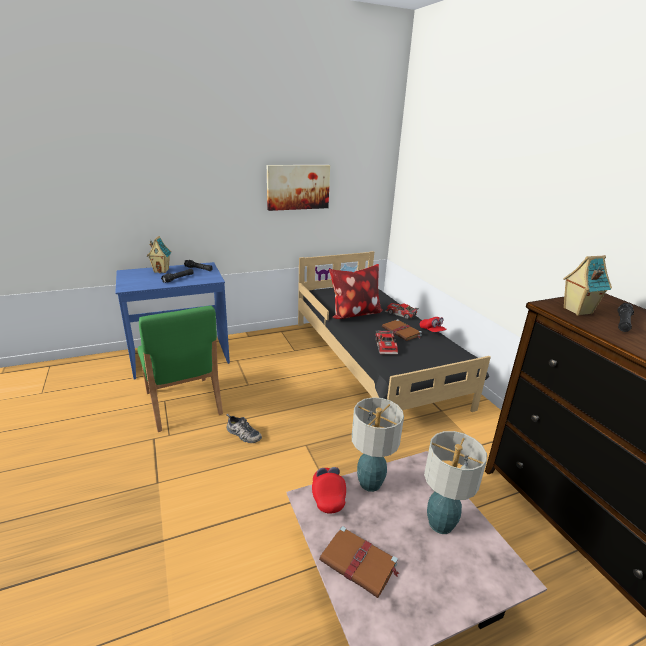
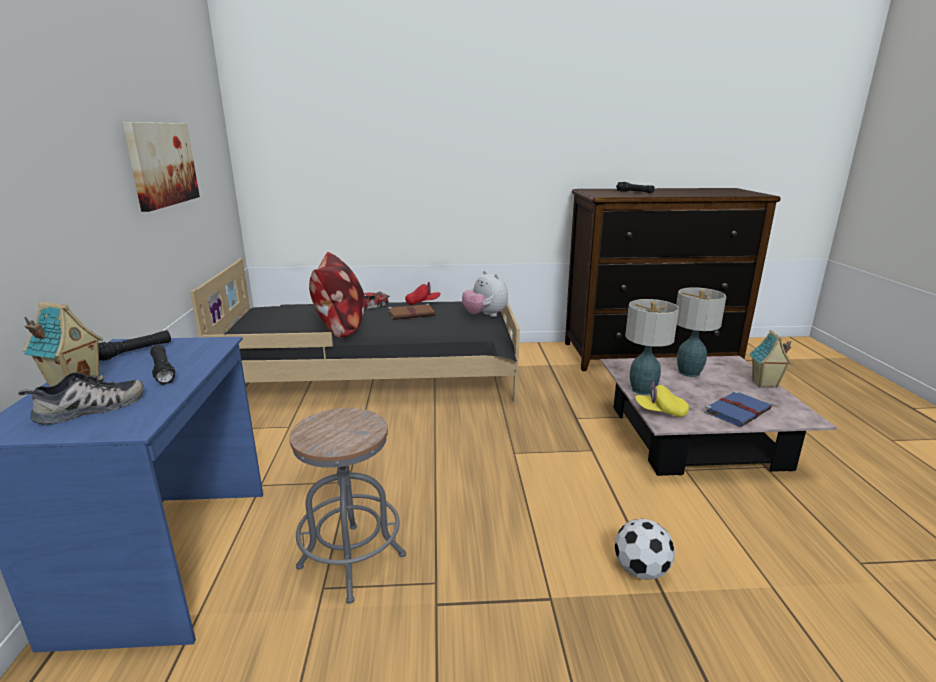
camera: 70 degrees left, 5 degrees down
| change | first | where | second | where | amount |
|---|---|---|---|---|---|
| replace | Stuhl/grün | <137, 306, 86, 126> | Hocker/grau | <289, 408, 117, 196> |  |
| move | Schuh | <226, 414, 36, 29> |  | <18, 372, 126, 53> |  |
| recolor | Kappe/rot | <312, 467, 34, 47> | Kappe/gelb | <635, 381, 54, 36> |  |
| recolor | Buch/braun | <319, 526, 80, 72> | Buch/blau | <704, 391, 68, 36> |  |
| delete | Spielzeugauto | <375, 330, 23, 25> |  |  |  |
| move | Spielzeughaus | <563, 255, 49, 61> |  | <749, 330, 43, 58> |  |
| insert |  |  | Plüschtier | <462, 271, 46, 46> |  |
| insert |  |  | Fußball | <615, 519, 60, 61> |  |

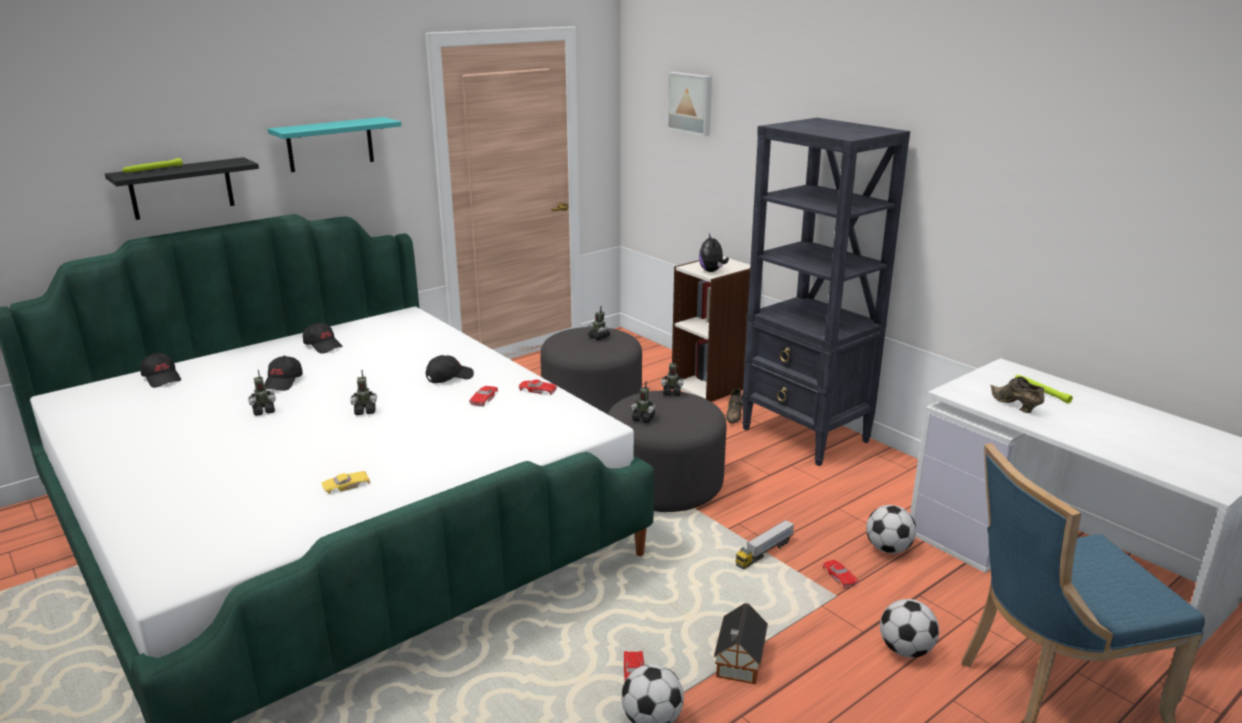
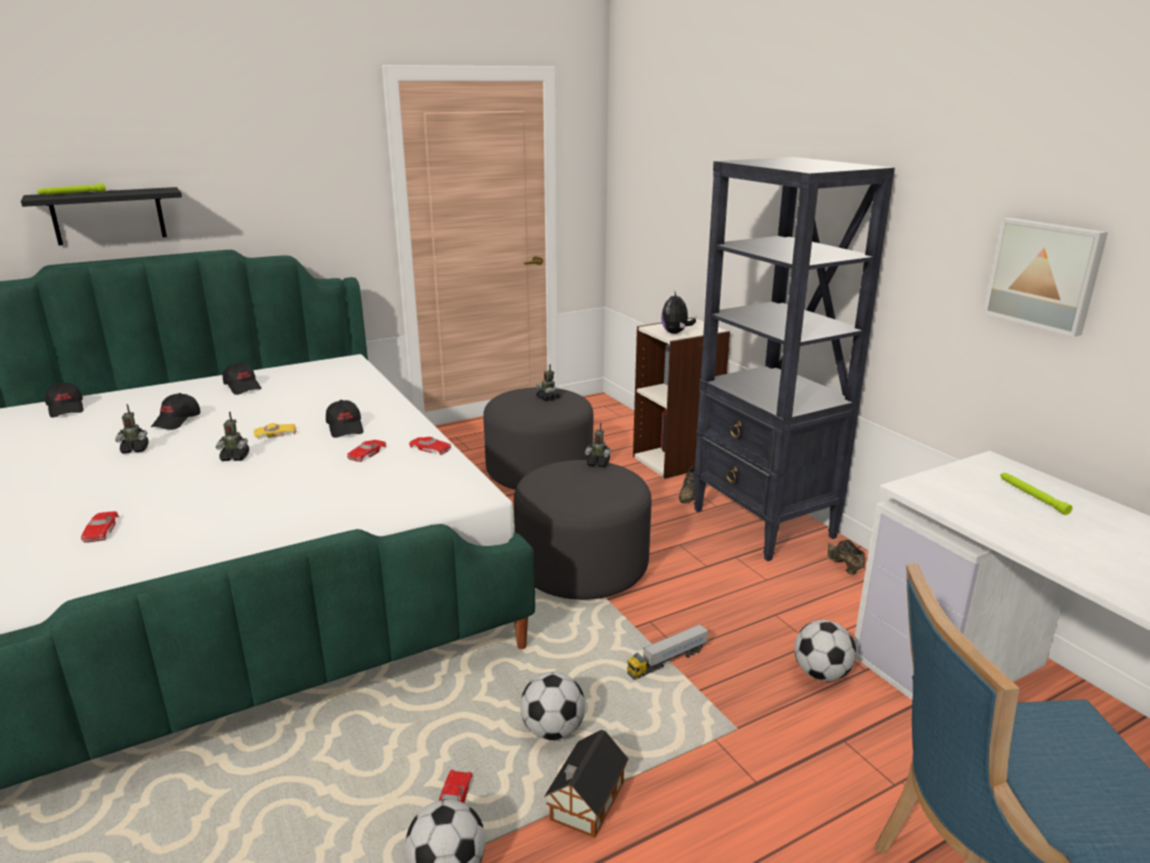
camera: 10 degrees right, 0 degrees up
| change | first | where | second | where | amount |
|---|---|---|---|---|---|
| delete | Wandregal/türkis | <268, 117, 133, 55> |  |  |  |
| move | Spielzeugauto/gelb | <322, 471, 49, 23> |  | <254, 423, 42, 15> |  |
| rotate | Kappe/schwarz | <426, 355, 48, 28> |  | <326, 400, 38, 38> | 90 degrees clockwise |
| delete | Spielzeugroboter | <631, 381, 25, 42> |  |  |  |
| move | Bild | <667, 72, 45, 64> |  | <983, 218, 125, 119> |  |
| move | Spielzeugauto/rot | <823, 560, 35, 28> |  | <81, 511, 38, 31> |  |
| move | Fußball | <880, 599, 59, 59> |  | <520, 672, 65, 68> |  |
| move | Schuh/braun | <991, 376, 53, 37> |  | <828, 540, 37, 35> |  |

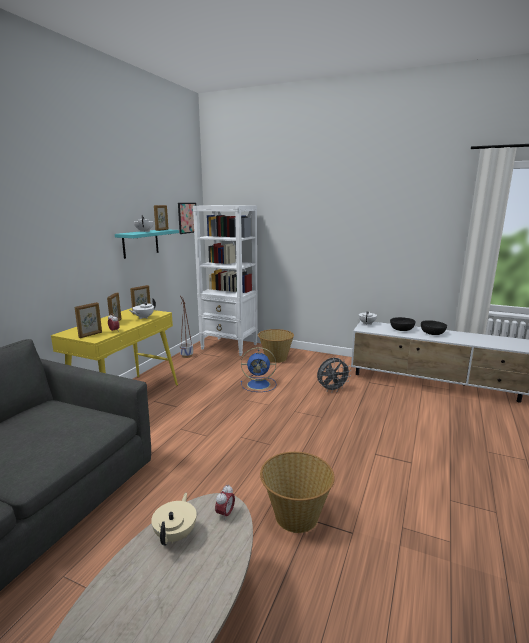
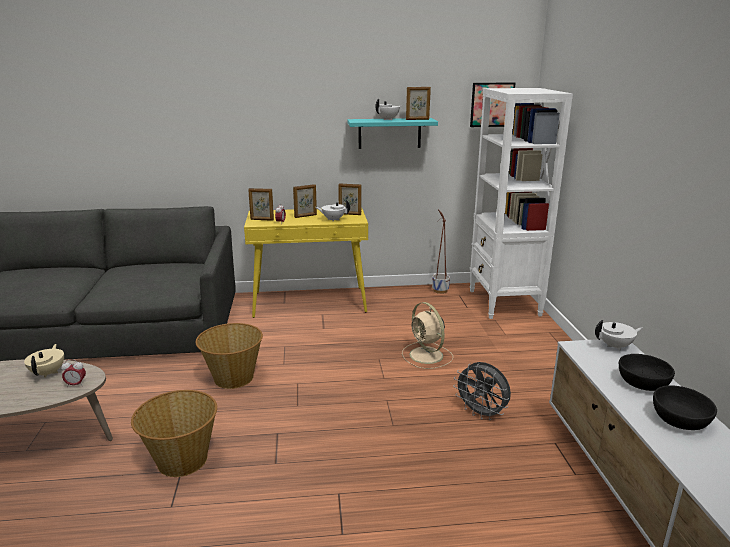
camera: 60 degrees right, 5 degrees up
| change | first | where | second | where | amount |
|---|---|---|---|---|---|
| rotate | Teekanne/beige | <151, 493, 46, 53> |  | <24, 344, 40, 34> | 75 degrees counterclockwise |
| recolor | Ventilator/blau | <241, 347, 35, 45> | Ventilator/beige | <402, 302, 51, 67> |  |
| move | Korb | <258, 329, 36, 34> |  | <196, 323, 67, 66> |  |

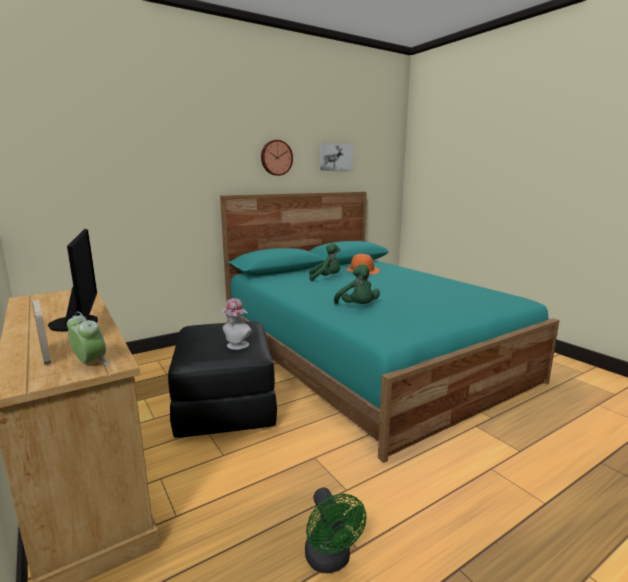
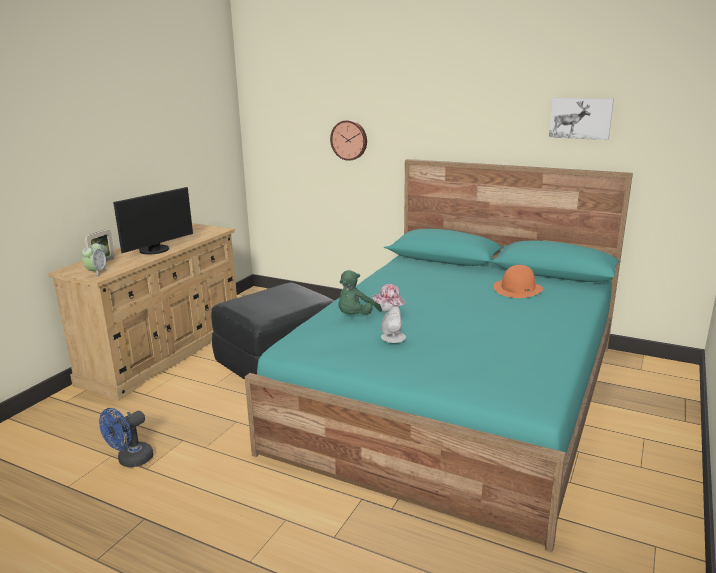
camera: 60 degrees right, 5 degrees up
| change | first | where | second | where | amount |
|---|---|---|---|---|---|
| move | Hut | <220, 298, 32, 52> |  | <372, 284, 34, 59> |  |
| move | Wanduhr | <261, 140, 32, 36> |  | <330, 120, 37, 41> |  |
| recolor | Ventilator/grün | <305, 487, 61, 87> | Ventilator/blau | <99, 408, 55, 60> |  |
| delete | Plüschtier/grün | <309, 243, 32, 38> |  |  |  |

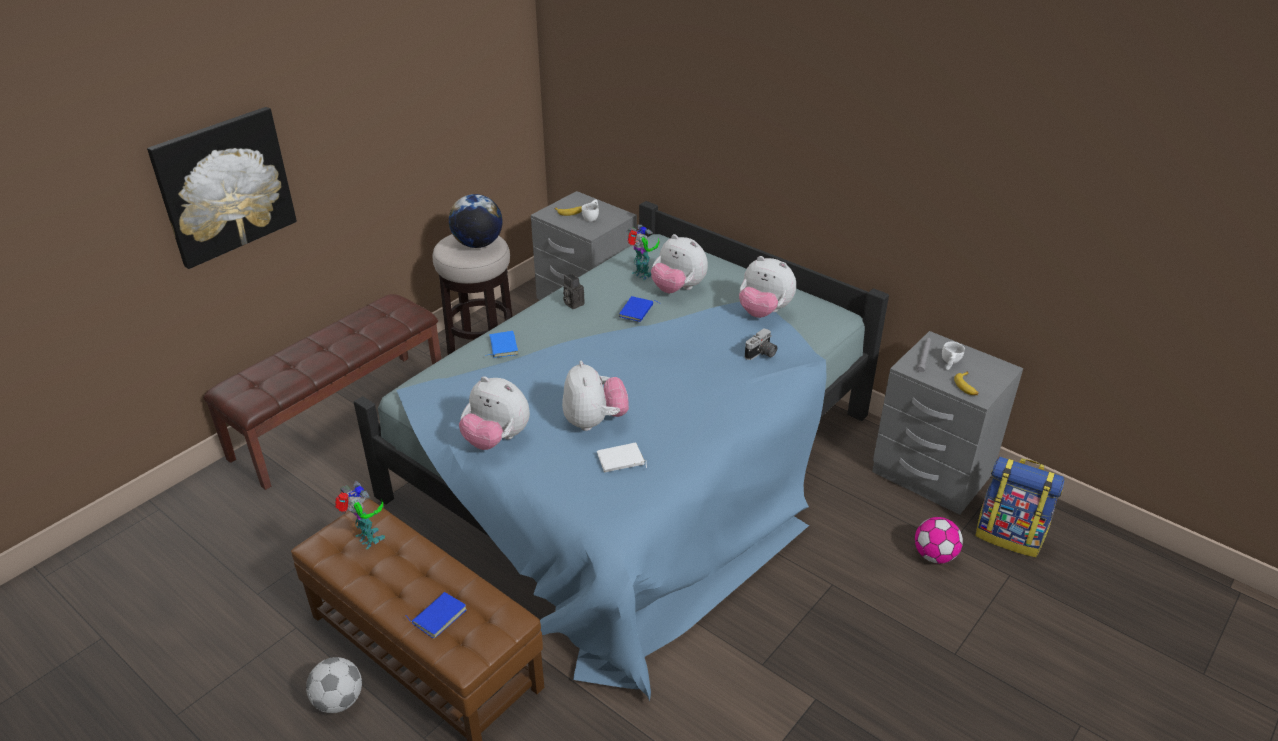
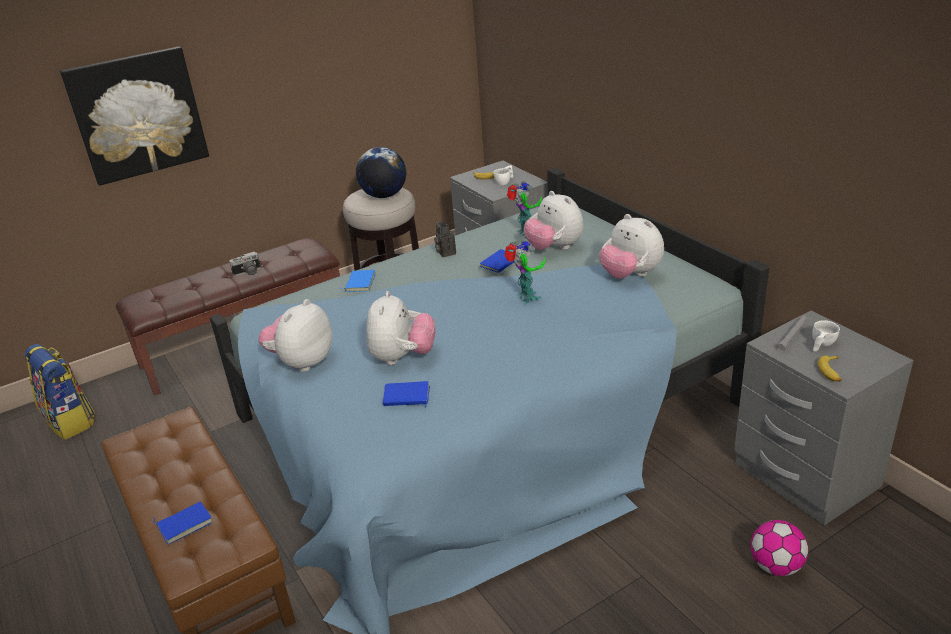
camera: 20 degrees right, 5 degrees down
| change | first | where | second | where | amount |
|---|---|---|---|---|---|
| delete | Fußball | <306, 657, 56, 56> |  |  |  |
| move | Spielzeugroboter | <335, 481, 50, 68> |  | <504, 239, 41, 65> |  |
| rotate | Plüschtier | <459, 376, 71, 74> |  | <258, 299, 74, 73> | 75 degrees clockwise |
| recolor | Buch/weiß | <597, 443, 50, 29> | Buch/blau | <383, 381, 47, 26> |  |
| move | Kamera | <745, 328, 32, 32> |  | <229, 252, 32, 24> |  |
| move | Rucksack | <975, 457, 89, 100> |  | <24, 344, 71, 96> |  |

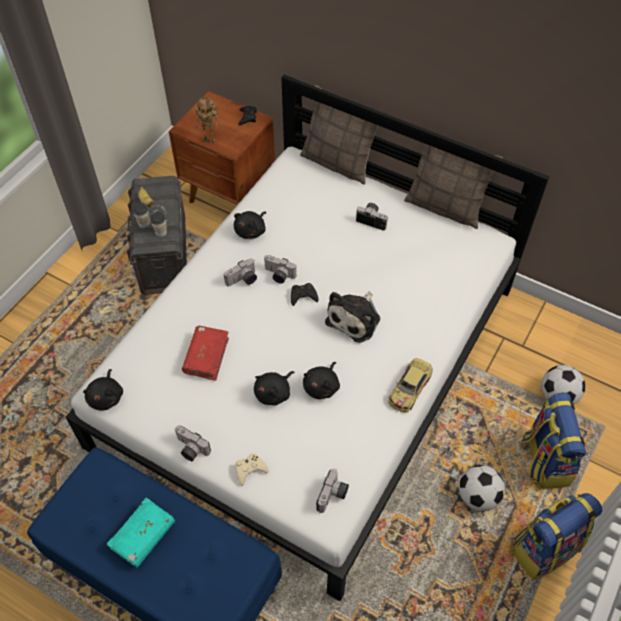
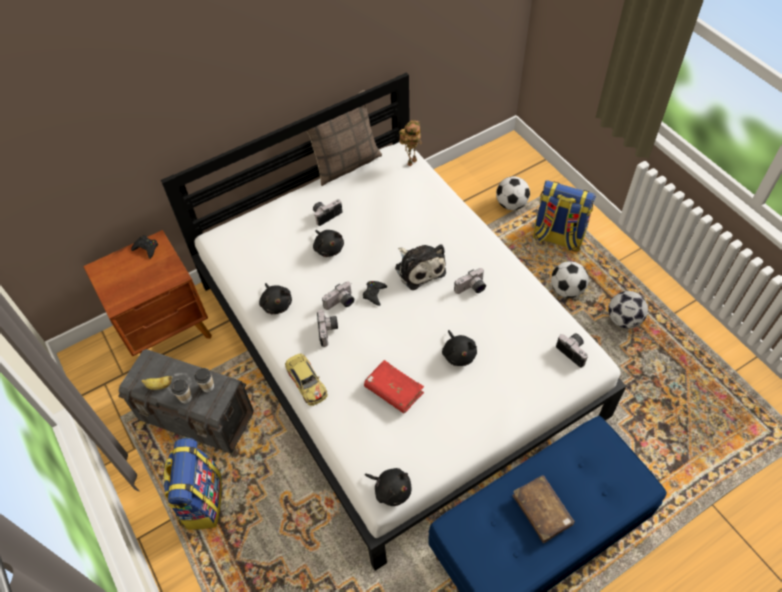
camera: 60 degrees left, 0 degrees up
| change | first | where | second | where | amount |
|---|---|---|---|---|---|
| recolor | Buch/türkis | <107, 498, 68, 70> | Buch/braun | <512, 475, 63, 68> |  |
| move | Kamera | <175, 426, 36, 35> |  | <454, 268, 32, 26> |  |
| move | Spielzeugroboter | <195, 97, 23, 47> |  | <399, 120, 23, 46> |  |
| delete | Gamepad/beige | <235, 453, 34, 33> |  |  |  |
| delete | Kissen | <300, 85, 78, 100> |  |  |  |
| move | Plüschtier/schwarz | <303, 362, 37, 37> |  | <313, 230, 31, 27> |  |
| move | Spielzeugauto | <388, 358, 45, 55> |  | <285, 353, 43, 53> |  |
| move | Rucksack | <512, 493, 90, 87> |  | <164, 438, 58, 92> |  |
| insert |  |  | Fußball | <608, 291, 40, 38> |  |

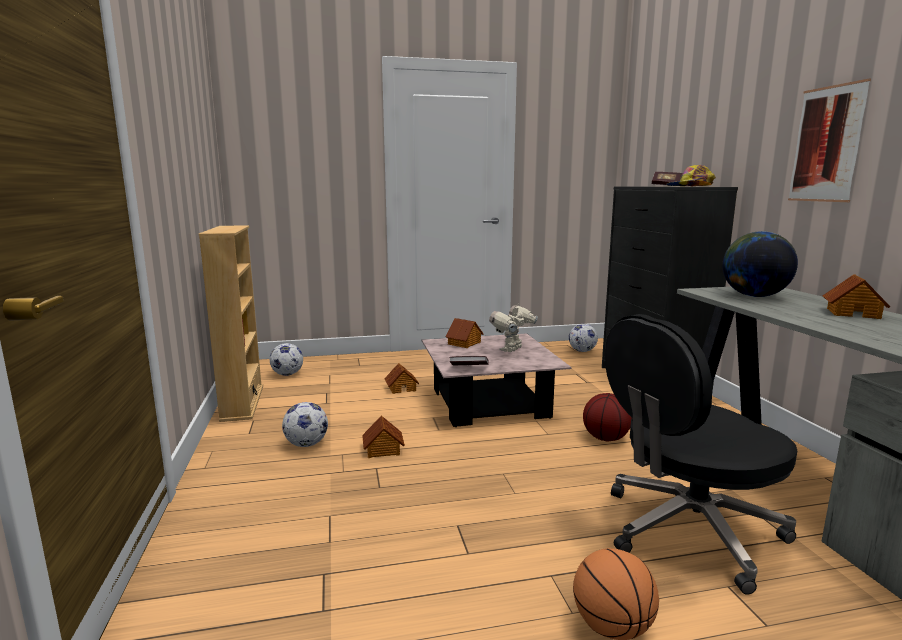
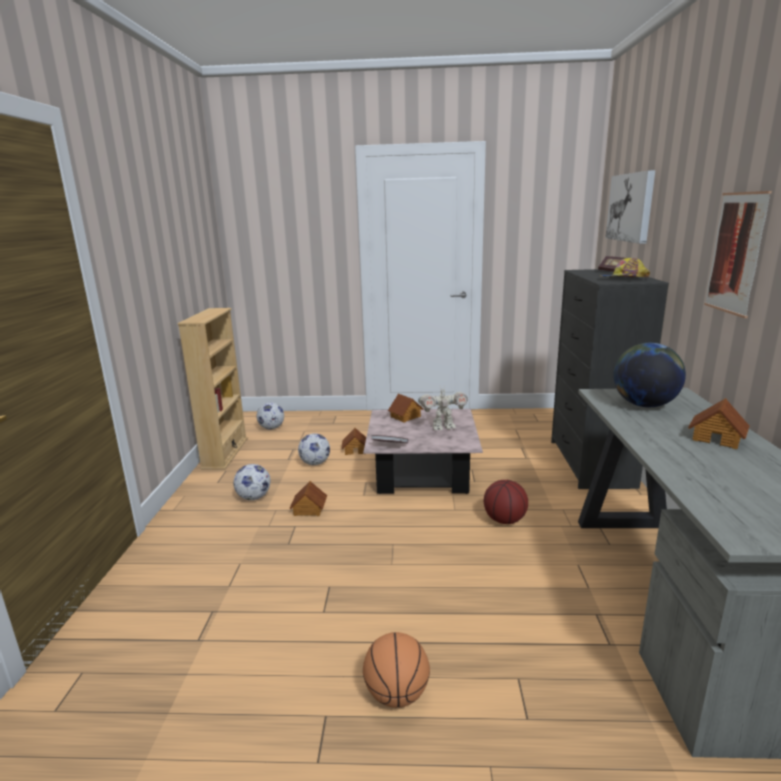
camera: 15 degrees right, 5 degrees up
| change | first | where | second | where | amount |
|---|---|---|---|---|---|
| rotate | Spielzeugroboter | <489, 302, 49, 50> |  | <418, 384, 50, 46> | 150 degrees counterclockwise |
| move | Fußball | <569, 324, 29, 28> |  | <298, 433, 32, 32> |  |
| delete | Bürostuhl/schwarz | <605, 314, 192, 281> |  |  |  |
| insert |  |  | Bild | <605, 170, 50, 74> |  |

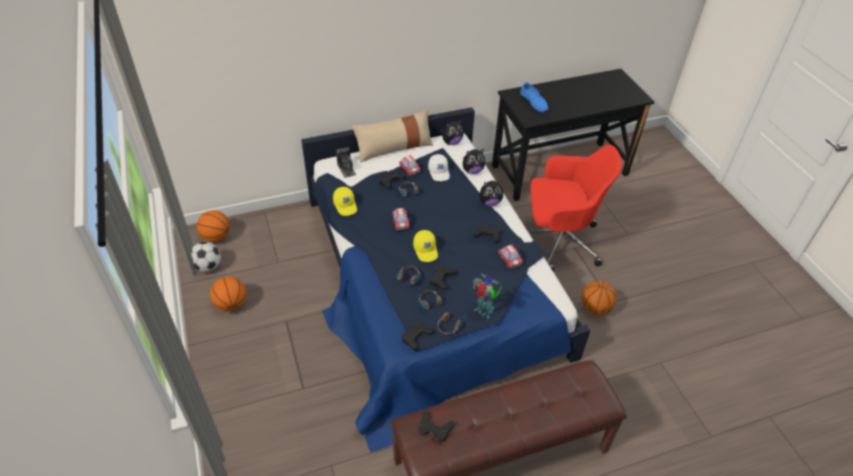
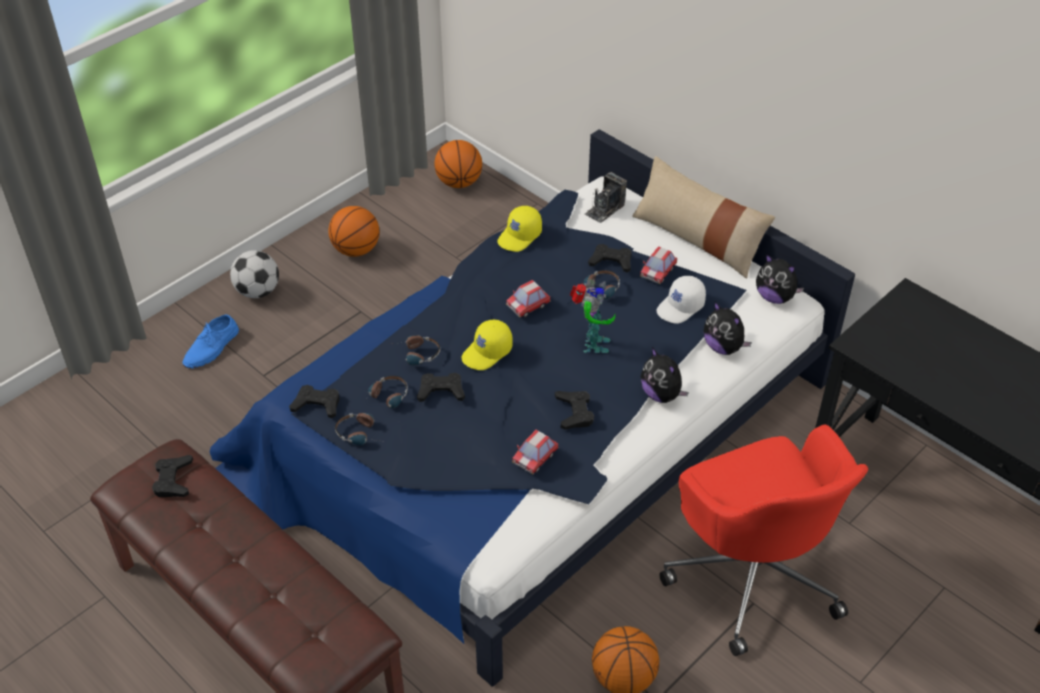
camera: 65 degrees right, 0 degrees up
| change | first | where | second | where | amount |
|---|---|---|---|---|---|
| move | Fußball | <190, 242, 31, 30> |  | <230, 250, 49, 48> |  |
| move | Spielzeugroboter | <473, 274, 29, 44> |  | <570, 279, 45, 74> |  |
| move | Schuh/blau | <520, 83, 28, 29> |  | <183, 314, 56, 55> |  |

